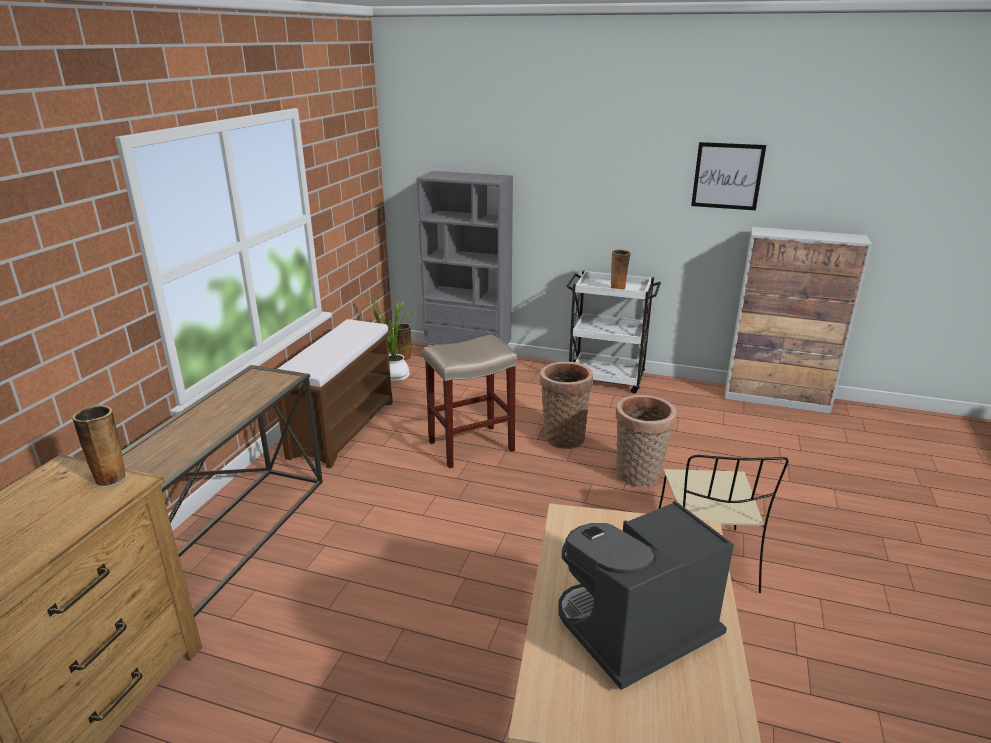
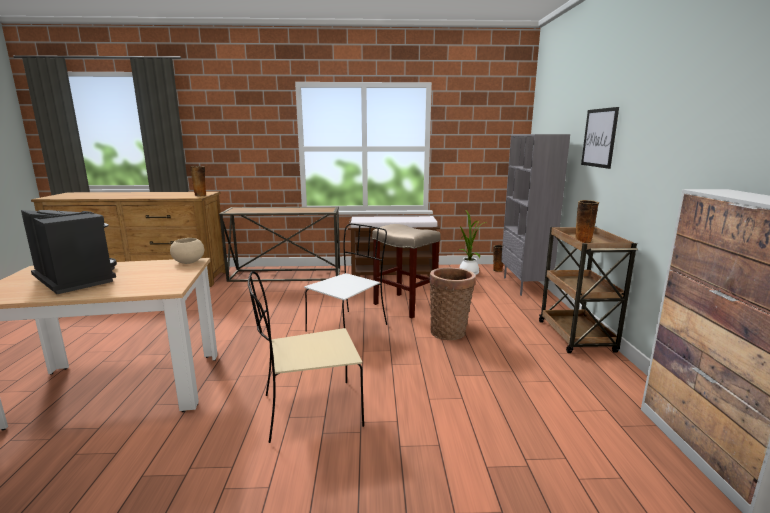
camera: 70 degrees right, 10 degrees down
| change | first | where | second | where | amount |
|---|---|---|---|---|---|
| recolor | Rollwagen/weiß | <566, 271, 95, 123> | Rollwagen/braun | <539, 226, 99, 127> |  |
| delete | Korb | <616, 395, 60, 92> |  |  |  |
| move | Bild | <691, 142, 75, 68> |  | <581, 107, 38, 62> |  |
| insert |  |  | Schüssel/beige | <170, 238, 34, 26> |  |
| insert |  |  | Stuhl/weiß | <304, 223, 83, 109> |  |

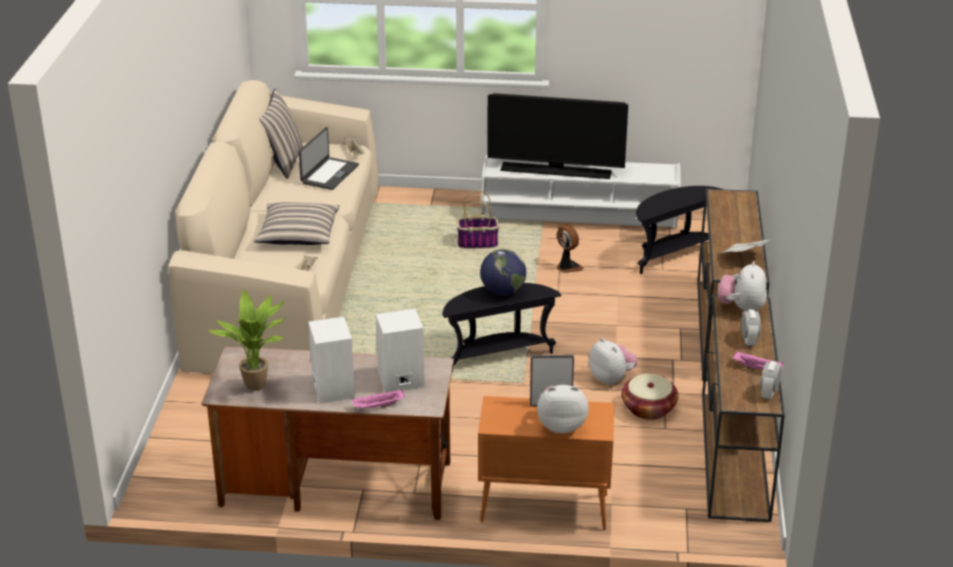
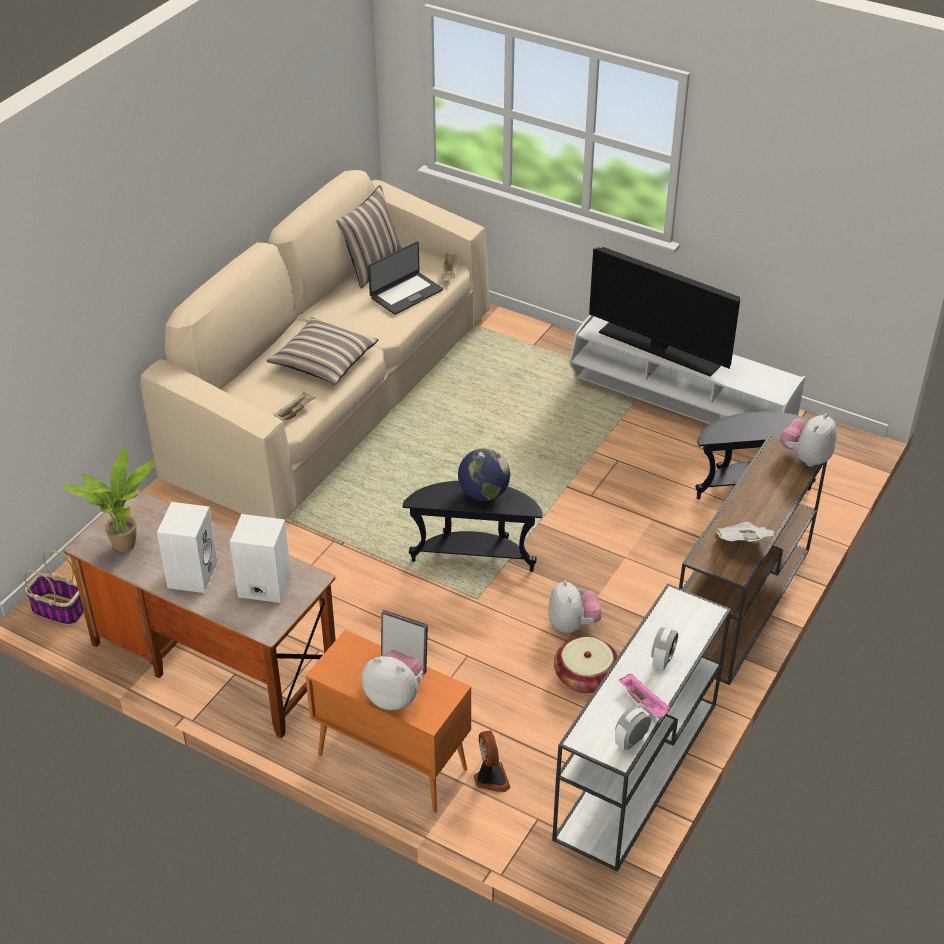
camera: 25 degrees right, 10 degrees up
| change | first | where | second | where | amount |
|---|---|---|---|---|---|
| delete | Tablett/rosa | <352, 389, 53, 20> |  |  |  |
| move | Korb | <457, 190, 42, 59> |  | <24, 550, 60, 76> |  |
| move | Ventilator | <556, 225, 28, 48> |  | <474, 730, 37, 62> |  |
| recolor | Konsolentisch/braun | <702, 295, 83, 227> | Konsolentisch/weiß | <552, 583, 179, 289> |  |
| move | Plüschtier | <718, 261, 49, 50> |  | <780, 413, 57, 54> |  |

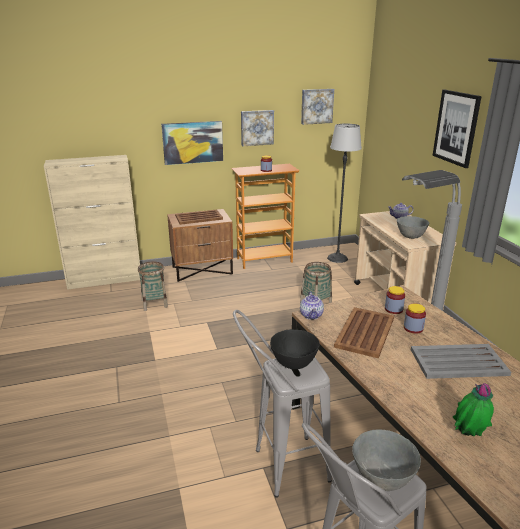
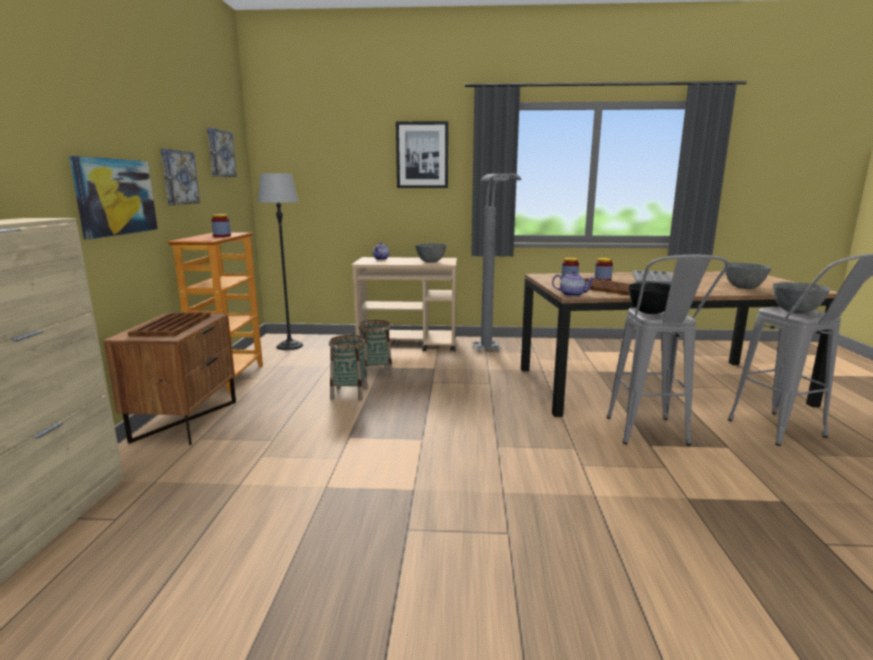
camera: 70 degrees left, 10 degrees down
| change | first | where | second | where | amount |
|---|---|---|---|---|---|
| move | Korb | <138, 261, 30, 50> |  | <329, 335, 39, 65> |  |
| replace | Topfpflanze | <453, 383, 41, 53> | Schüssel/grau | <724, 263, 48, 26> |  |

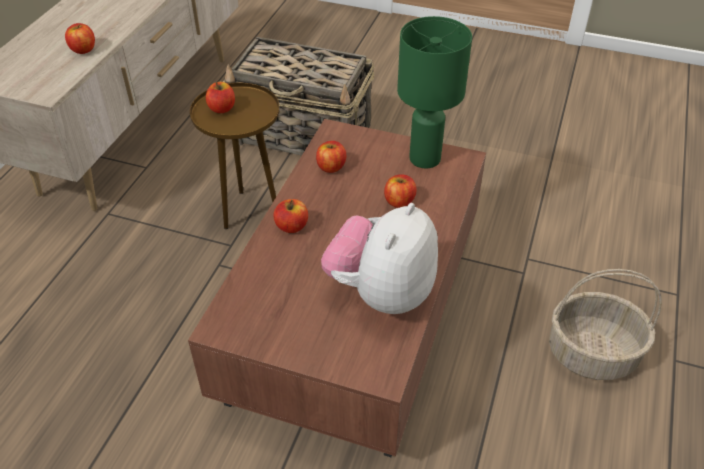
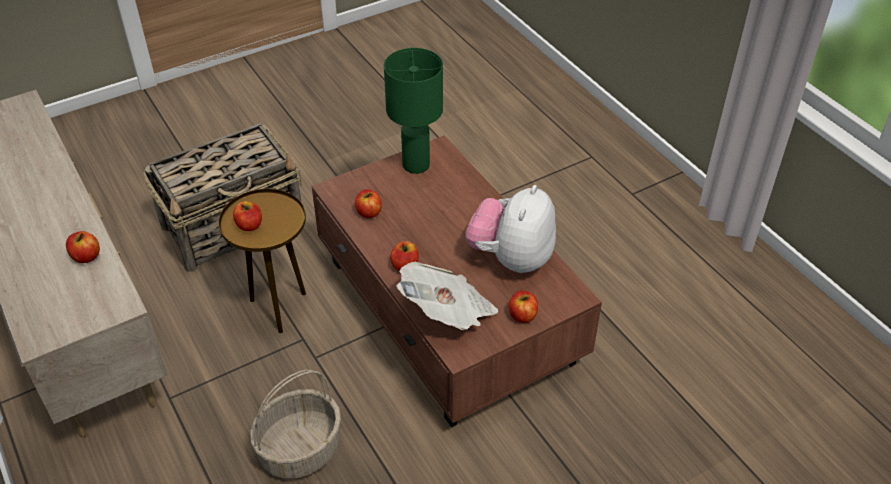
camera: 50 degrees left, 0 degrees up
| change | first | where | second | where | amount |
|---|---|---|---|---|---|
| rotate | Plüschtier | <321, 203, 117, 111> |  | <465, 185, 91, 88> | 45 degrees clockwise |
| move | Apfel | <384, 174, 33, 34> |  | <509, 290, 29, 33> |  |
| move | Korb | <549, 269, 113, 111> |  | <250, 370, 91, 108> |  |
| insert |  |  | Zeitung | <396, 262, 102, 68> |  |

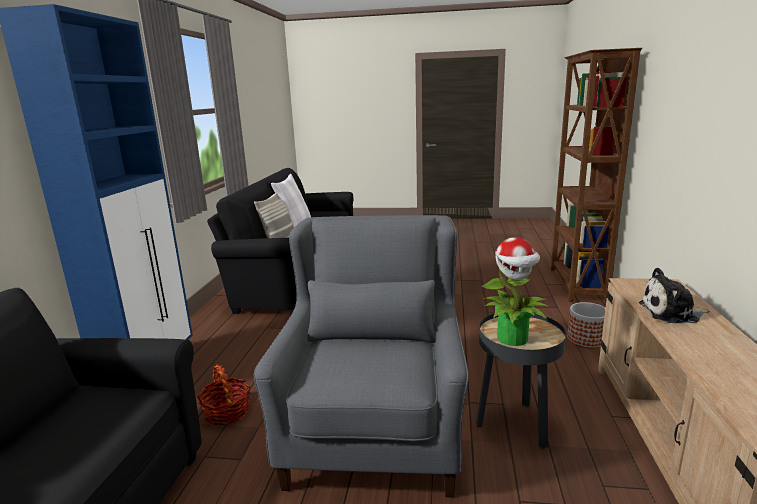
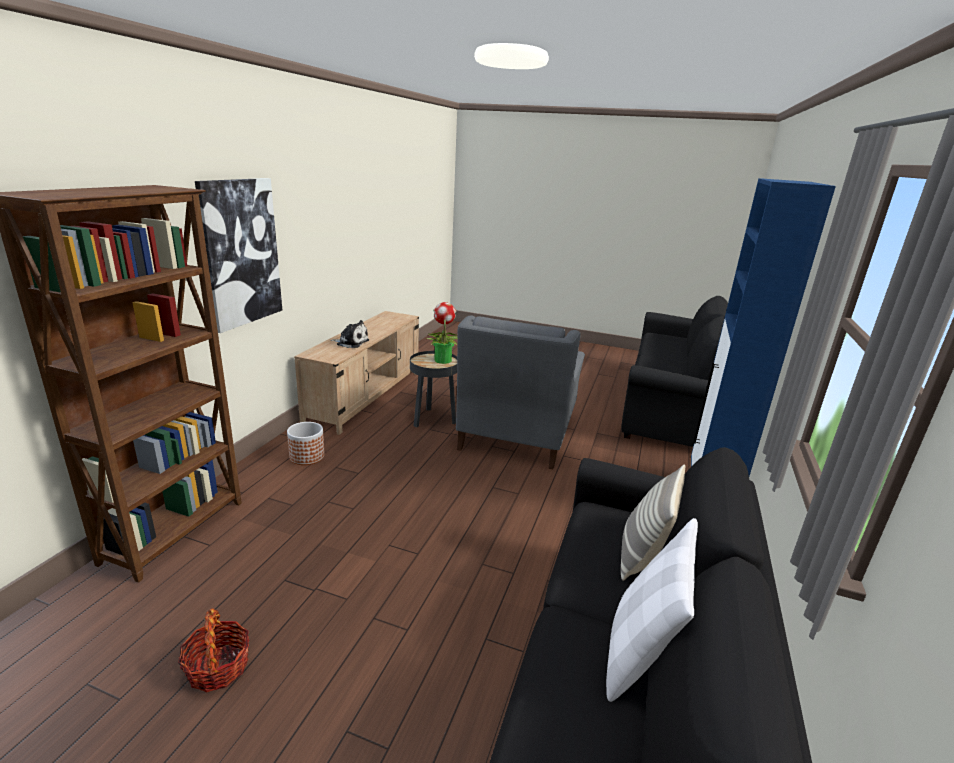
camera: 170 degrees left, 5 degrees up
| change | first | where | second | where | amount |
|---|---|---|---|---|---|
| move | Korb | <197, 364, 53, 61> |  | <178, 609, 72, 83> |  |
| insert |  |  | Bild | <195, 178, 87, 155> |  |

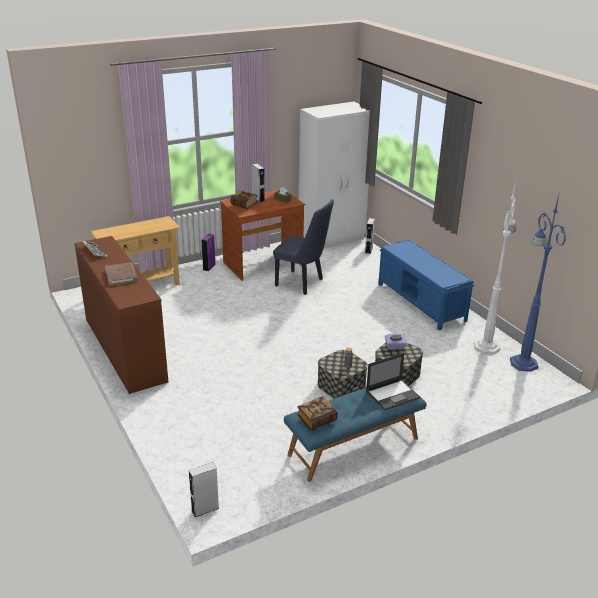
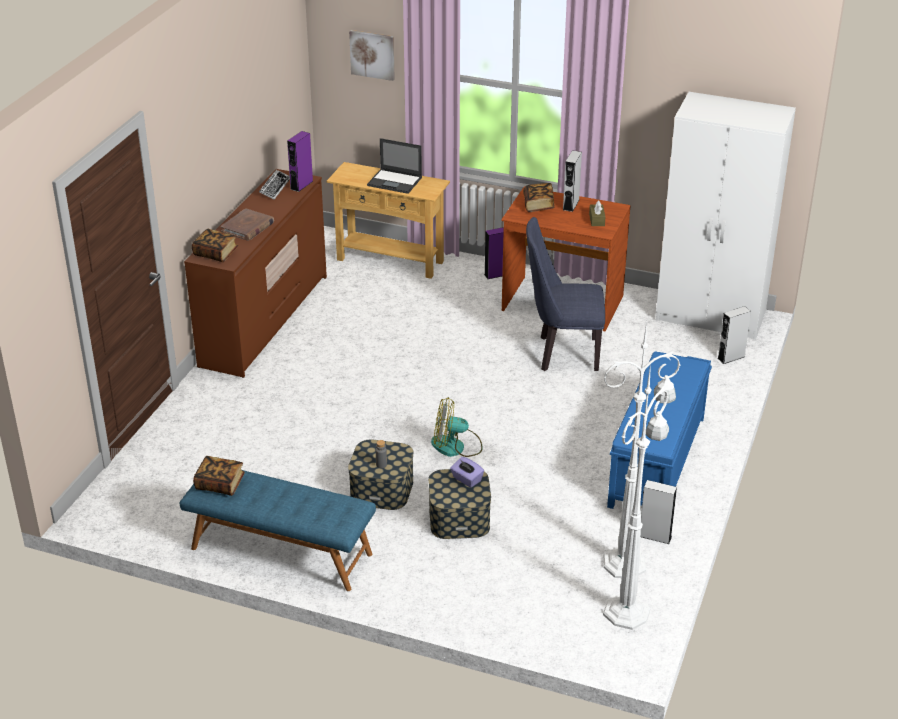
camera: 50 degrees right, 5 degrees up
| change | first | where | second | where | amount |
|---|---|---|---|---|---|
| move | Lautsprecher/grau | <189, 462, 30, 55> |  | <641, 480, 36, 64> |  |
| rotate | Stuhl/blau | <273, 199, 61, 96> |  | <526, 217, 79, 154> | 105 degrees clockwise |
| move | Laptop | <366, 353, 54, 57> |  | <367, 138, 55, 56> |  |
| recolor | Stehlampe/blau | <510, 195, 56, 177> | Stehlampe/weiß | <603, 363, 66, 267> |  |
| insert |  |  | Buch | <192, 229, 46, 33> |  |
| insert |  |  | Lautsprecher/lila | <287, 131, 26, 61> |  |
| insert |  |  | Bild | <349, 30, 46, 51> |  |
| insert |  |  | Ventilator | <431, 397, 52, 60> |  |

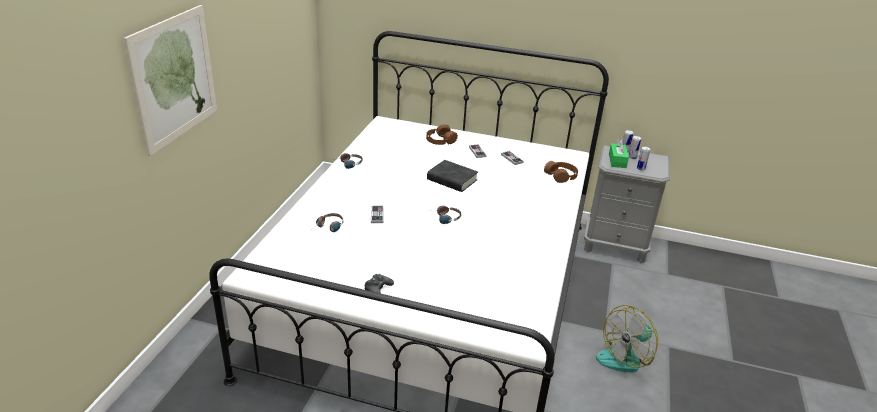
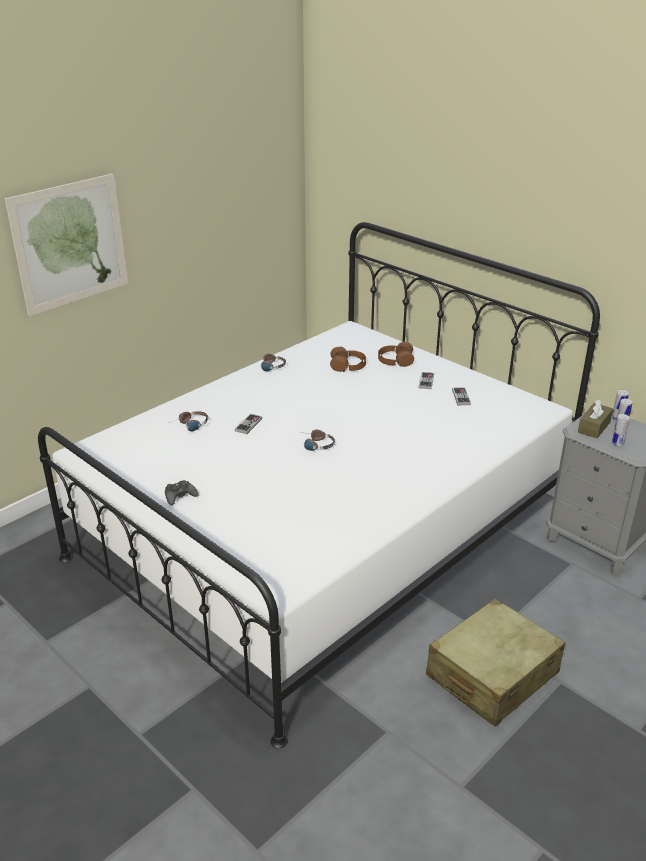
camera: 30 degrees right, 0 degrees up
| change | first | where | second | where | amount |
|---|---|---|---|---|---|
| delete | Buch/schwarz | <427, 160, 51, 32> |  |  |  |
| move | Kopfhörer/braun | <544, 161, 34, 22> |  | <330, 347, 36, 25> |  |
| replace | Ventilator | <596, 305, 62, 68> | Koffer/beige | <426, 598, 139, 129> |  |
| recolor | Taschentuchbox/grün | <609, 139, 20, 29> | Taschentuchbox/braun | <578, 399, 35, 39> |  |

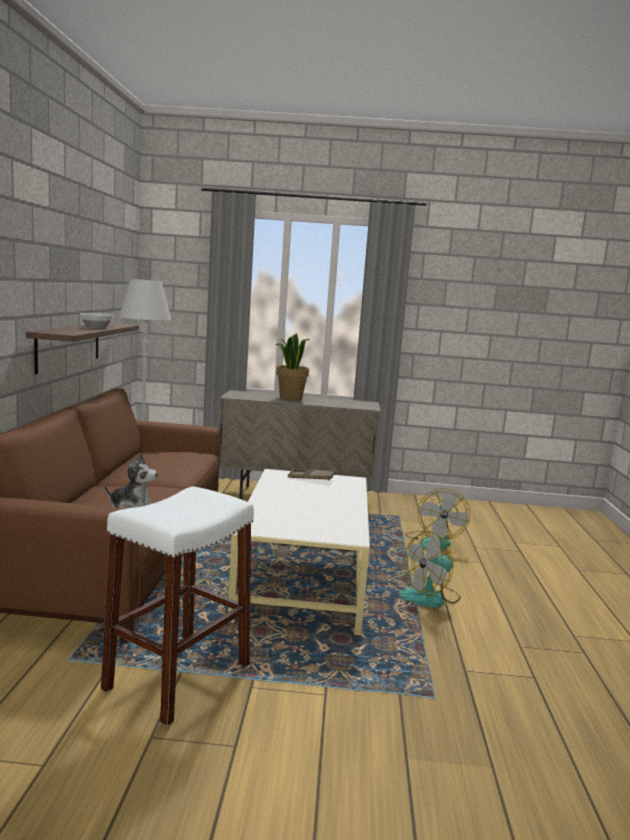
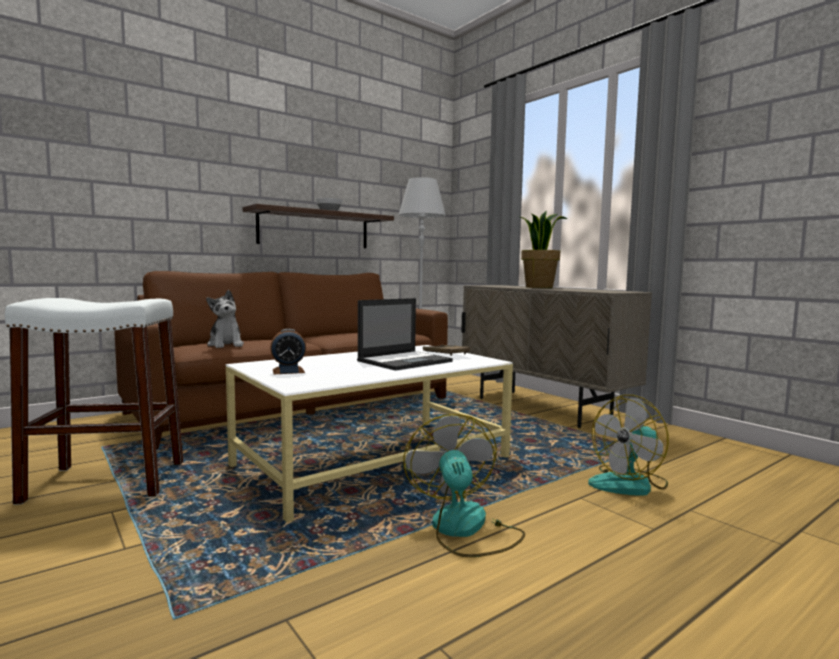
camera: 50 degrees right, 5 degrees down
| change | first | where | second | where | amount |
|---|---|---|---|---|---|
| rotate | Ventilator | <399, 531, 62, 76> |  | <404, 414, 121, 143> | 60 degrees clockwise |
| insert |  |  | Wecker | <270, 329, 36, 45> |  |
| insert |  |  | Laptop | <357, 298, 96, 73> |  |

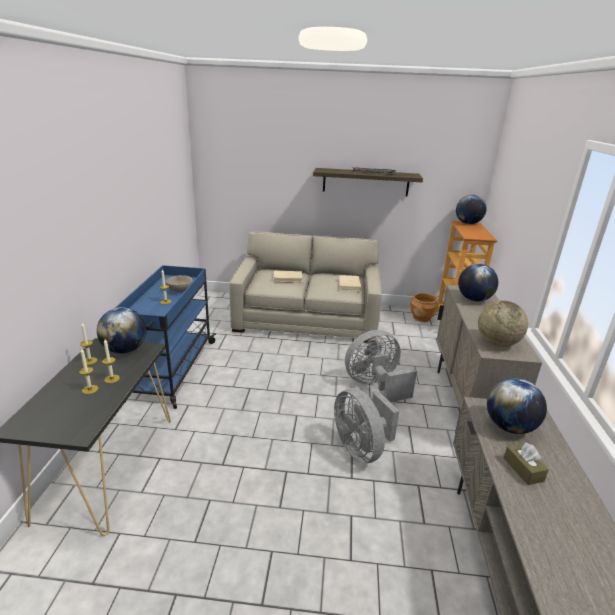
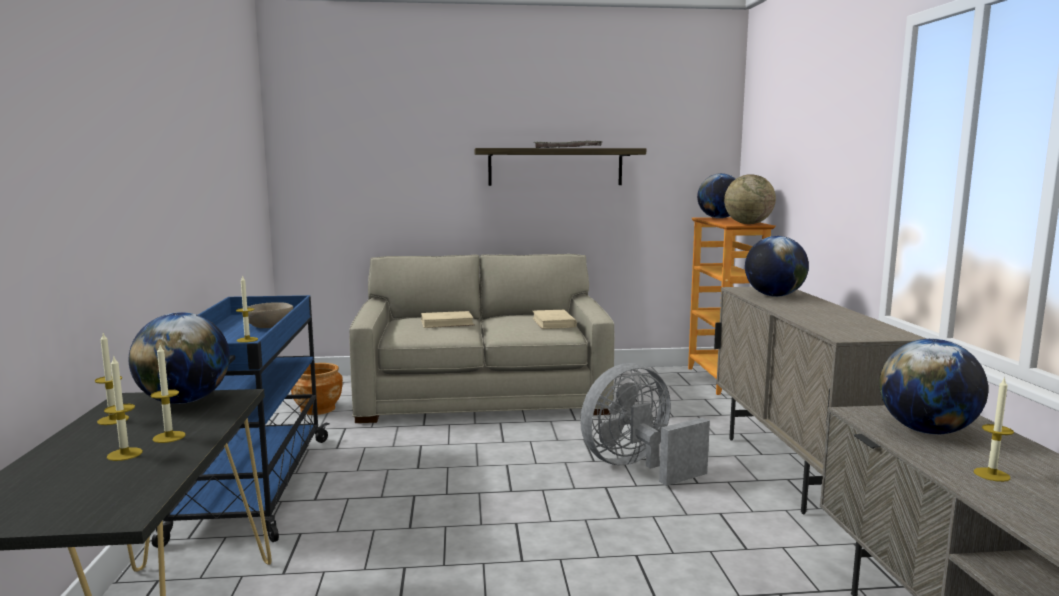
camera: 10 degrees left, 15 degrees down
| change | first | where | second | where | amount |
|---|---|---|---|---|---|
| delete | Ventilator/grau | <334, 388, 65, 75> |  |  |  |
| move | Pflanzkübel/braun | <410, 293, 28, 29> |  | <291, 363, 52, 52> |  |
| move | Globus | <478, 300, 50, 47> |  | <724, 174, 52, 50> |  |
| replace | Taschentuchbox/braun | <504, 442, 45, 43> | Kerze | <974, 377, 40, 105> |  |

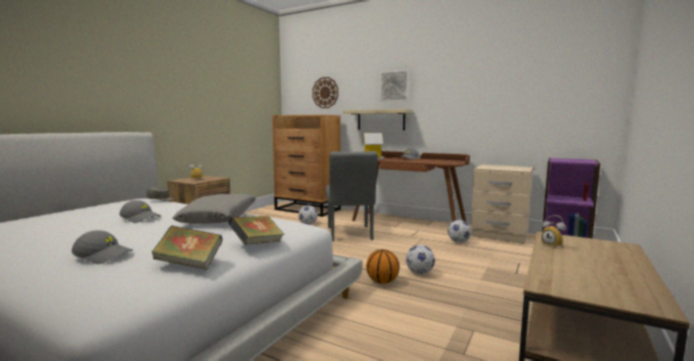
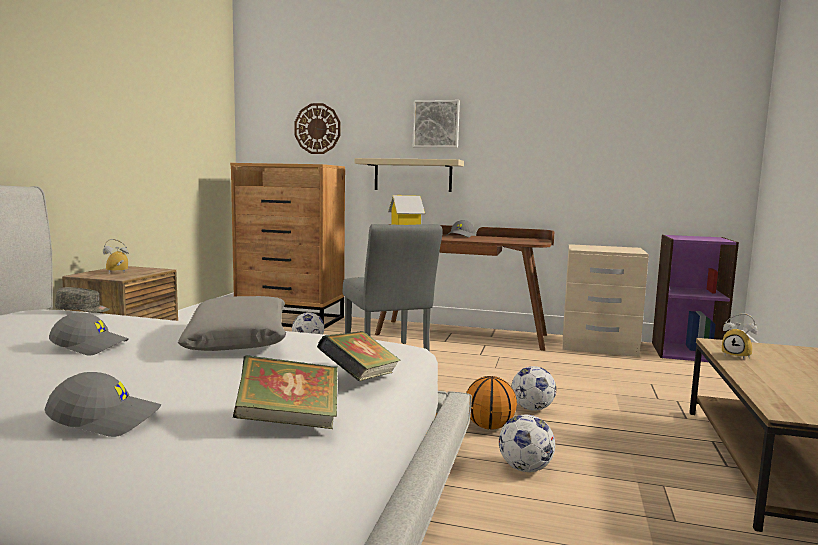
camera: 15 degrees left, 0 degrees up
| change | first | where | second | where | amount |
|---|---|---|---|---|---|
| move | Fußball | <448, 220, 24, 23> |  | <499, 414, 56, 58> |  |

